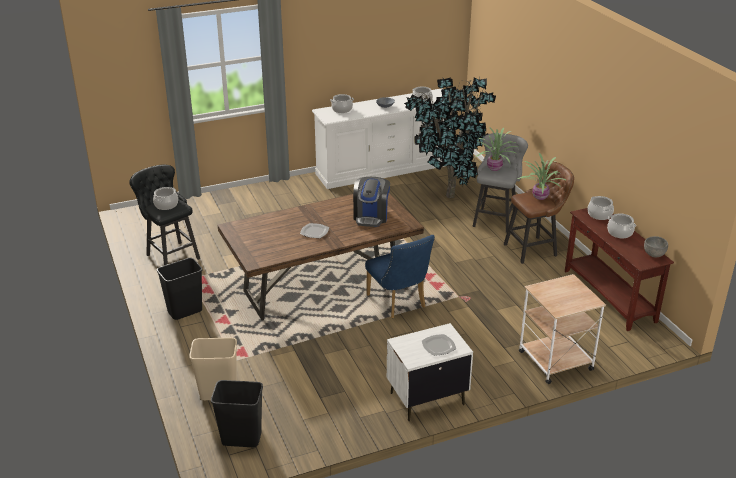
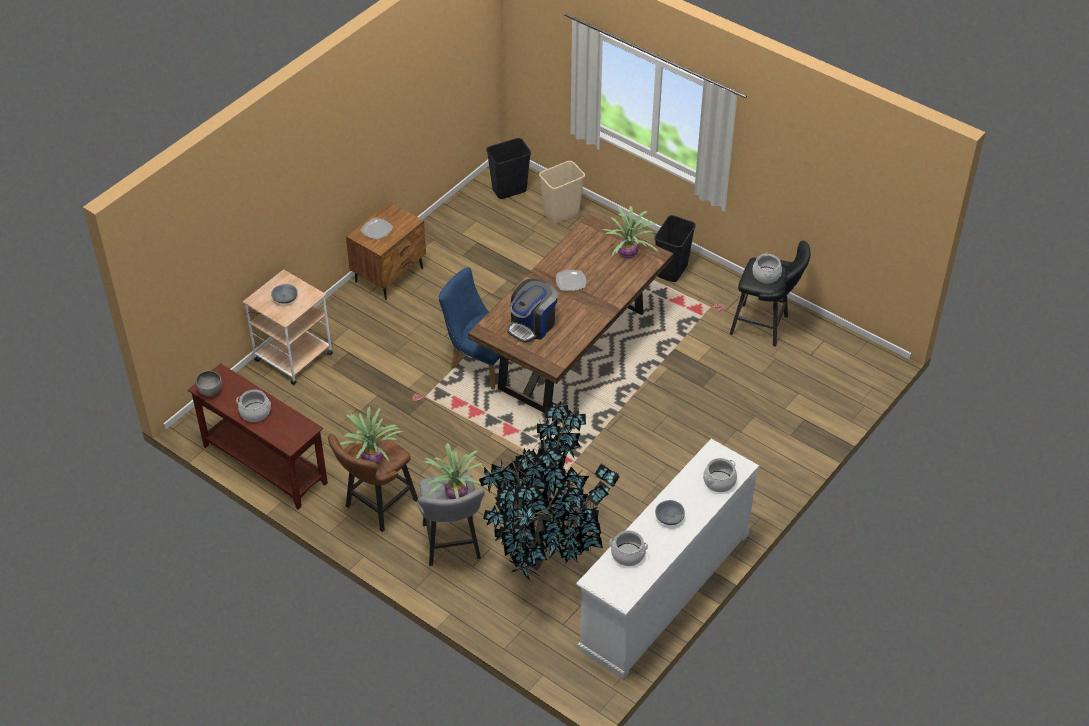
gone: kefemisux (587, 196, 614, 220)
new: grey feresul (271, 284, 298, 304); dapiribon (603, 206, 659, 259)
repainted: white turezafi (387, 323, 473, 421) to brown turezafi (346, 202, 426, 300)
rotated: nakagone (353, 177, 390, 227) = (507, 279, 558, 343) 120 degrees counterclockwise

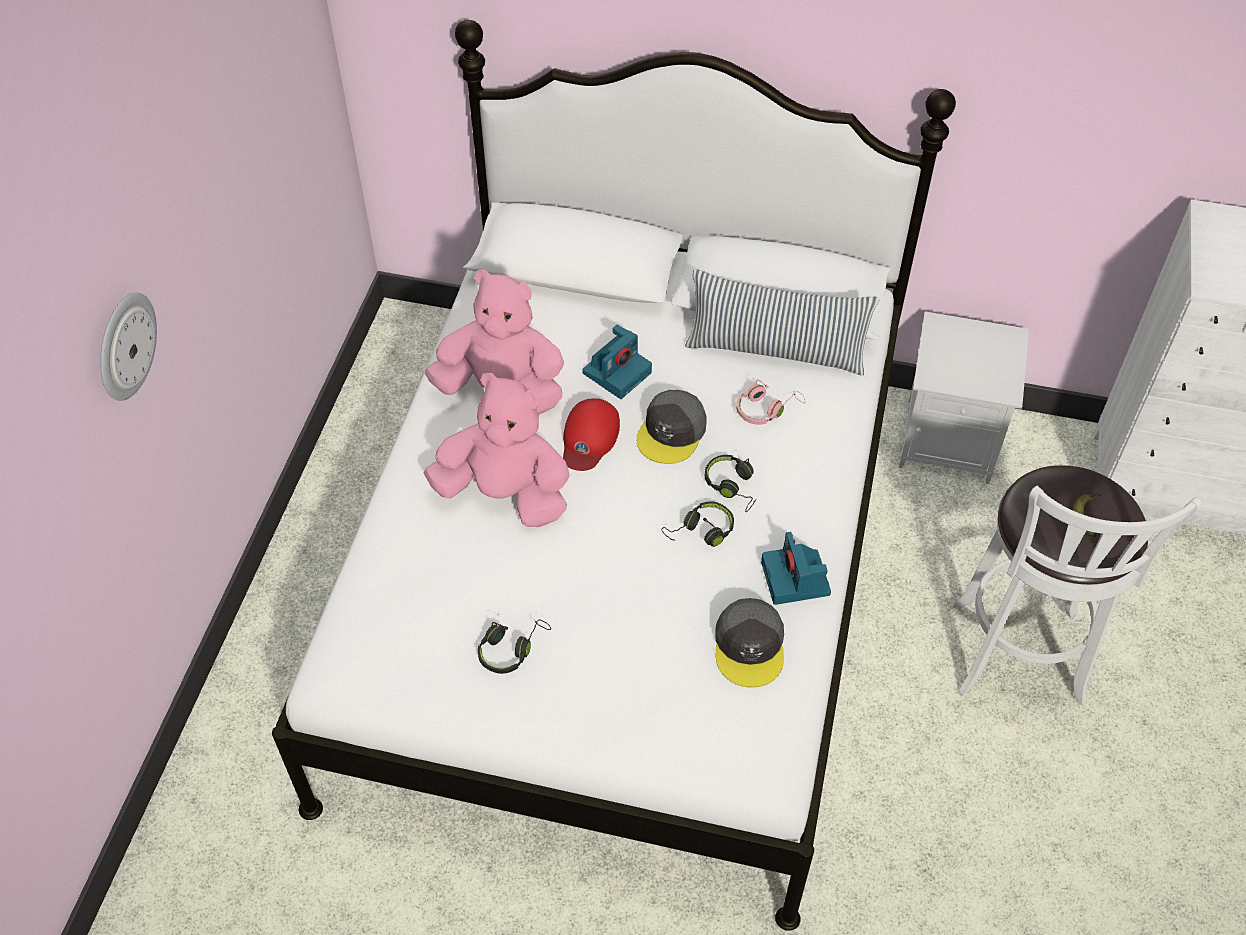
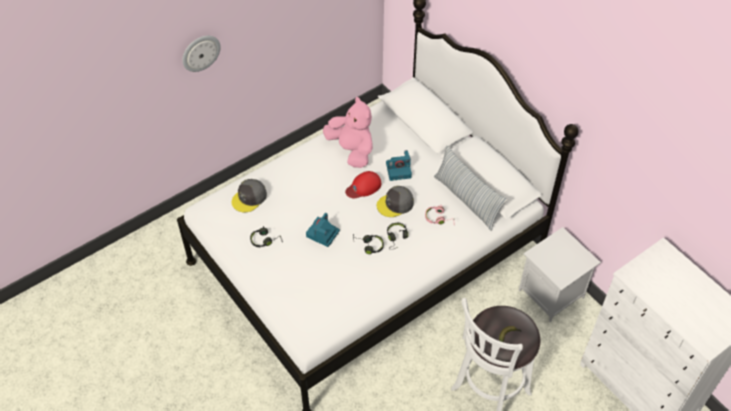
gone: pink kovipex (424, 373, 570, 527)
shifted: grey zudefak (715, 598, 784, 688) to (232, 179, 267, 212); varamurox (761, 532, 831, 605) to (306, 213, 340, 247)

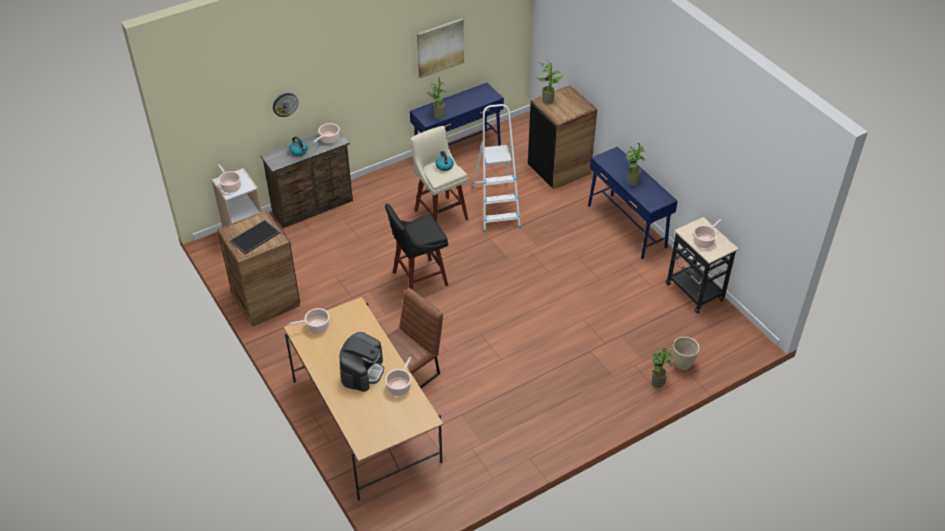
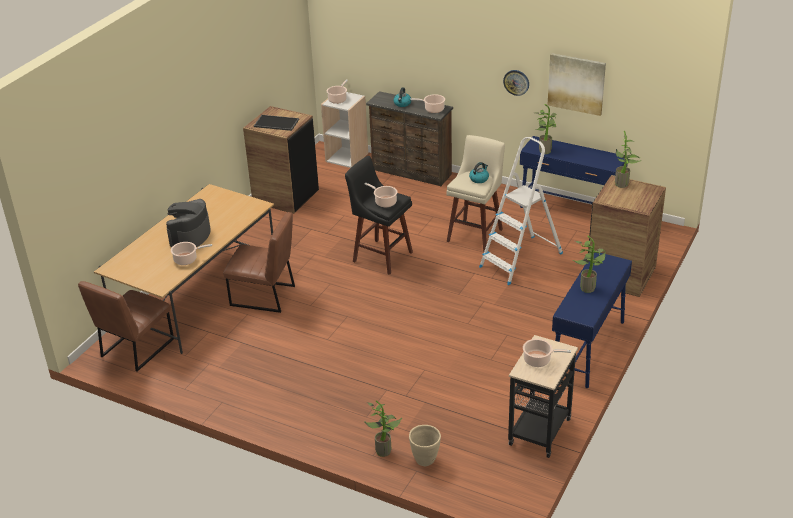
new: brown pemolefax (78, 281, 174, 372)
shifted: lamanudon (273, 93, 298, 117) to (503, 70, 529, 96); kefemisux (289, 308, 330, 333) to (364, 183, 398, 207)
rotated: nakagone (339, 332, 384, 392) = (166, 199, 211, 247) 120 degrees clockwise

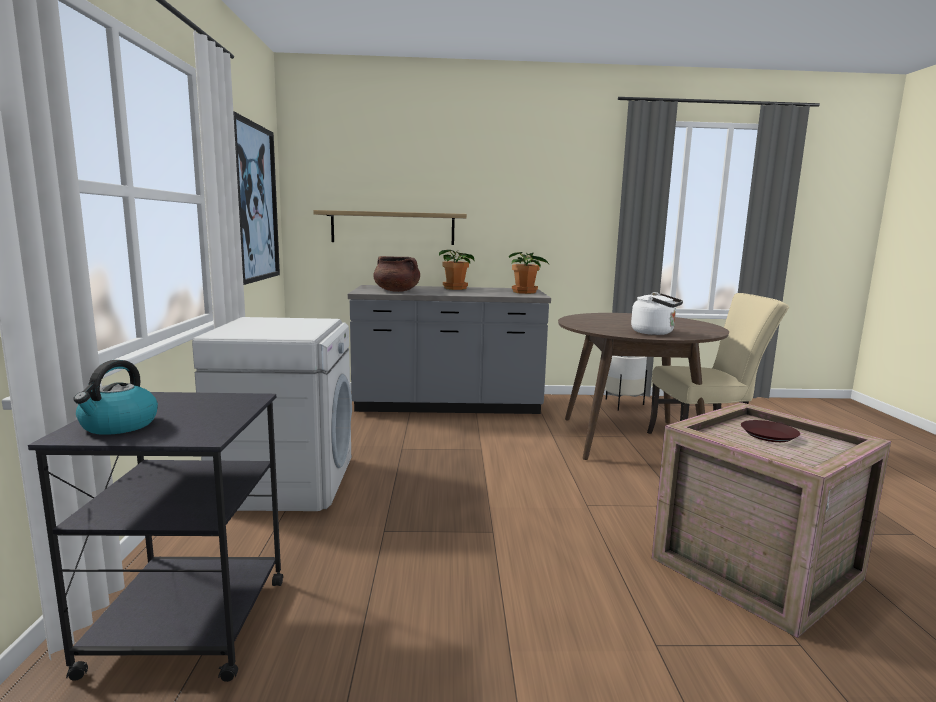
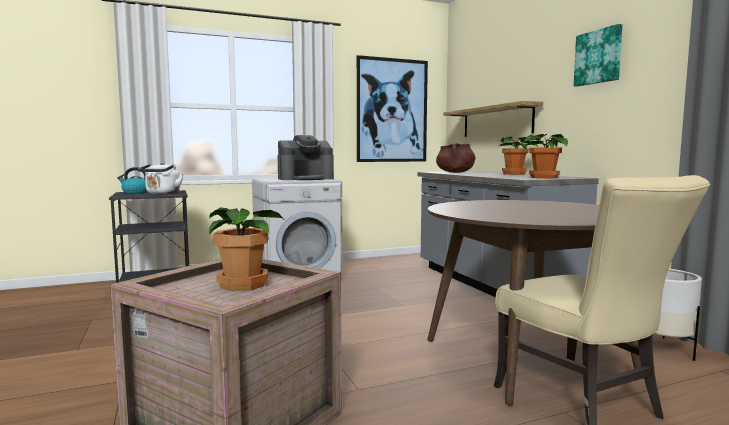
new: nakagone (277, 135, 334, 180); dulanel (574, 24, 623, 87)
shifted: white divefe (631, 292, 683, 335) to (138, 162, 183, 194)
swapped: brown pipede (741, 420, 800, 442) to dapiribon (209, 208, 285, 291)

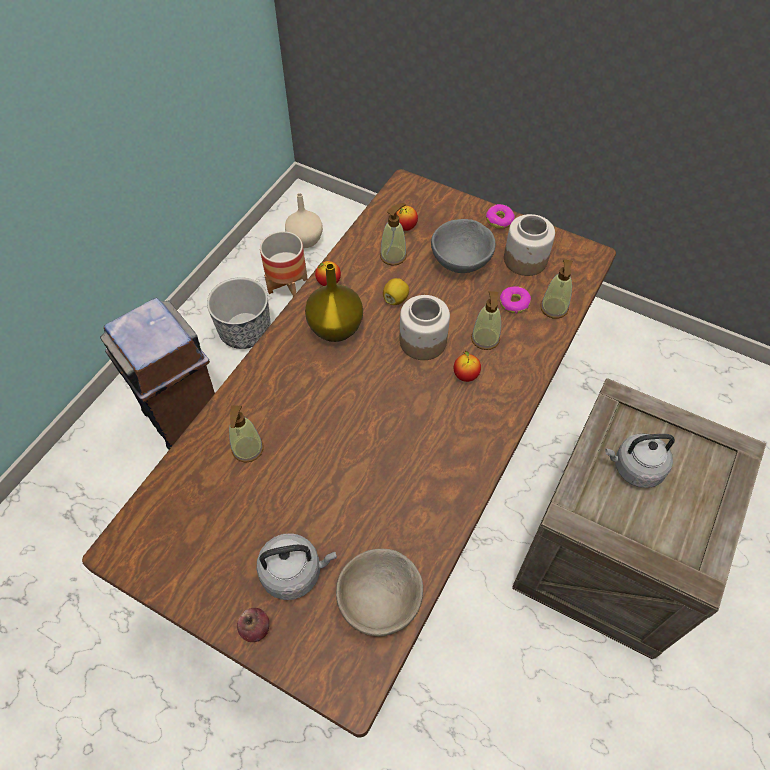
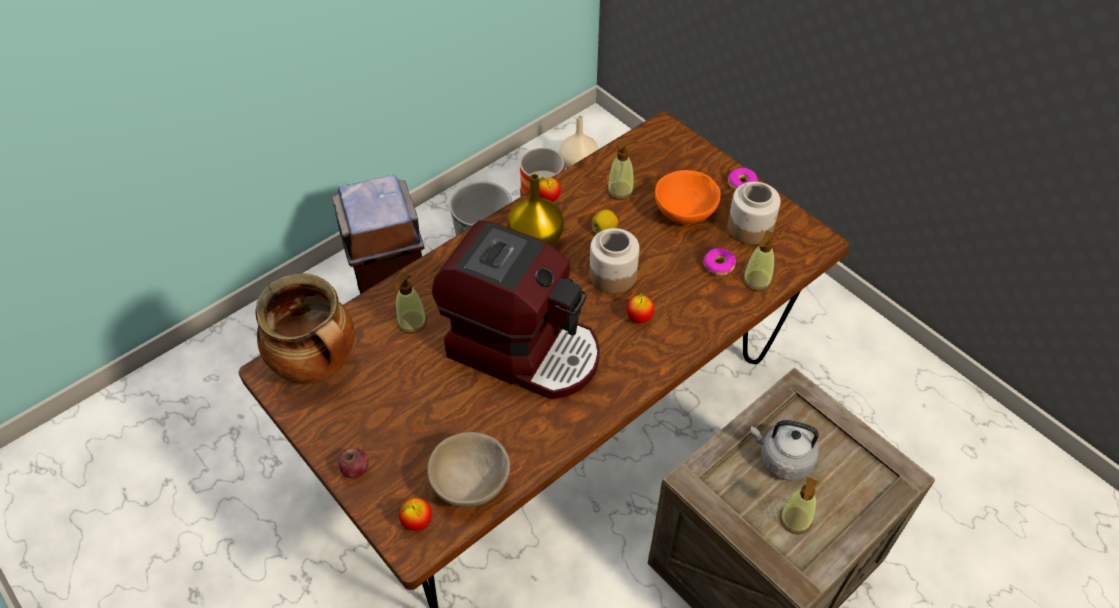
gone: grey divefe (256, 533, 337, 600)
new: kefemisux (255, 273, 355, 384); nakagone (432, 220, 600, 399)
shifted: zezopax (396, 206, 418, 231) to (399, 498, 432, 531); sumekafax (471, 291, 501, 350) to (780, 477, 818, 534)
repainted: grey feresul (431, 219, 496, 273) to orange feresul (655, 170, 721, 224)

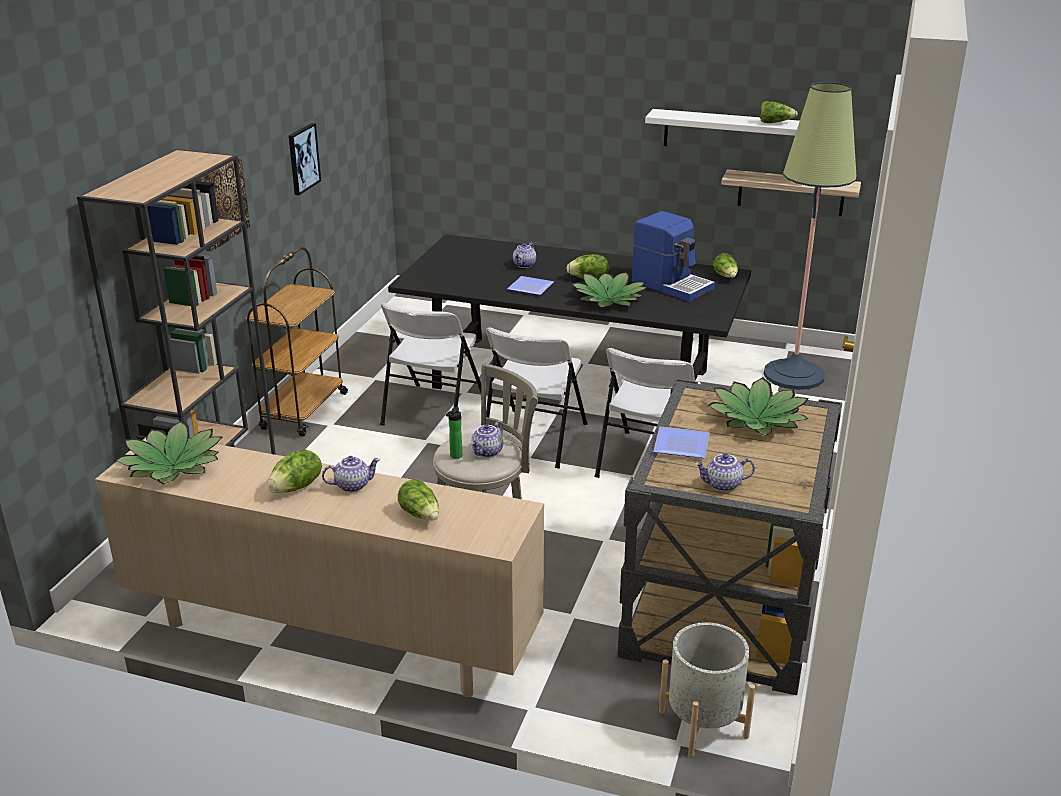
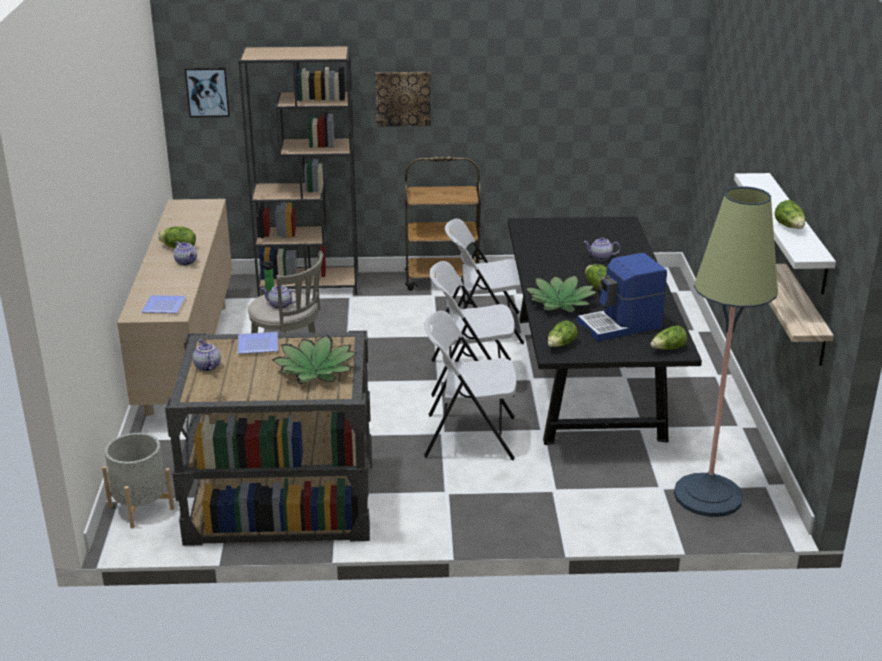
gone: dapiribon (115, 421, 222, 485)
shifted: dulanel (289, 123, 321, 195) to (185, 67, 230, 117); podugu (398, 479, 439, 520) to (548, 321, 578, 347); pipede (507, 276, 554, 295) to (141, 295, 186, 313)
rotated: nakagone (632, 211, 715, 302) = (577, 253, 667, 342) 45 degrees clockwise

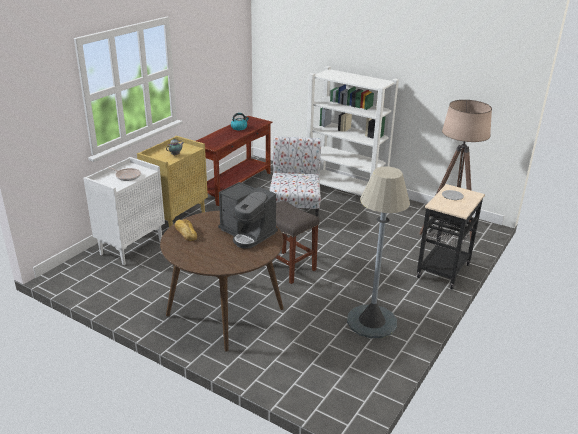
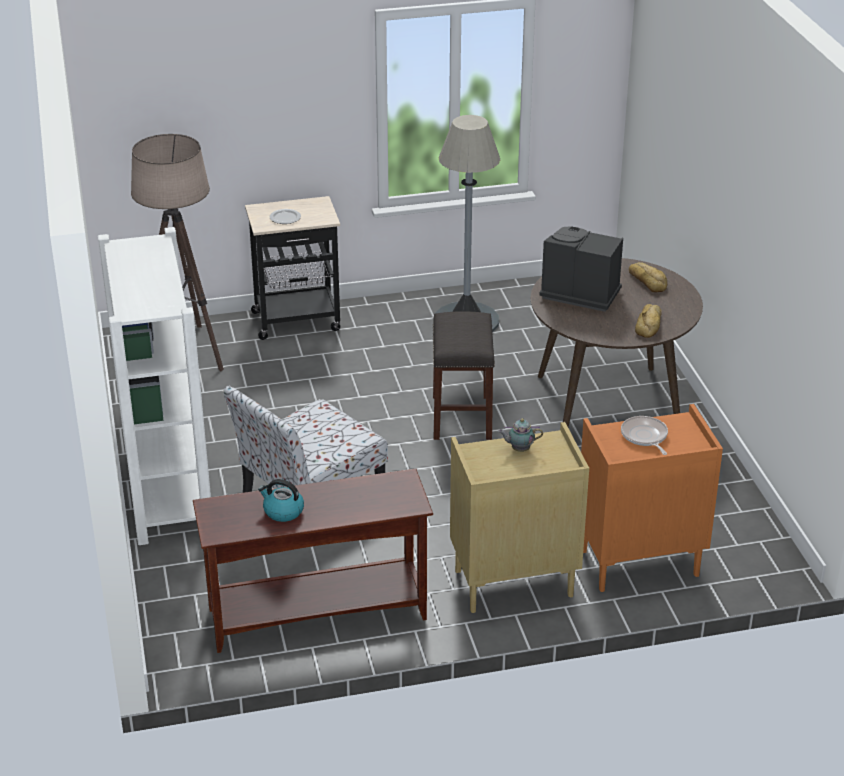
new: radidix (629, 262, 667, 292)
repainted: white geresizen (83, 157, 165, 265) to orange geresizen (581, 404, 723, 592)
rotated: nakagone (218, 182, 278, 249) = (539, 226, 623, 312) 60 degrees counterclockwise

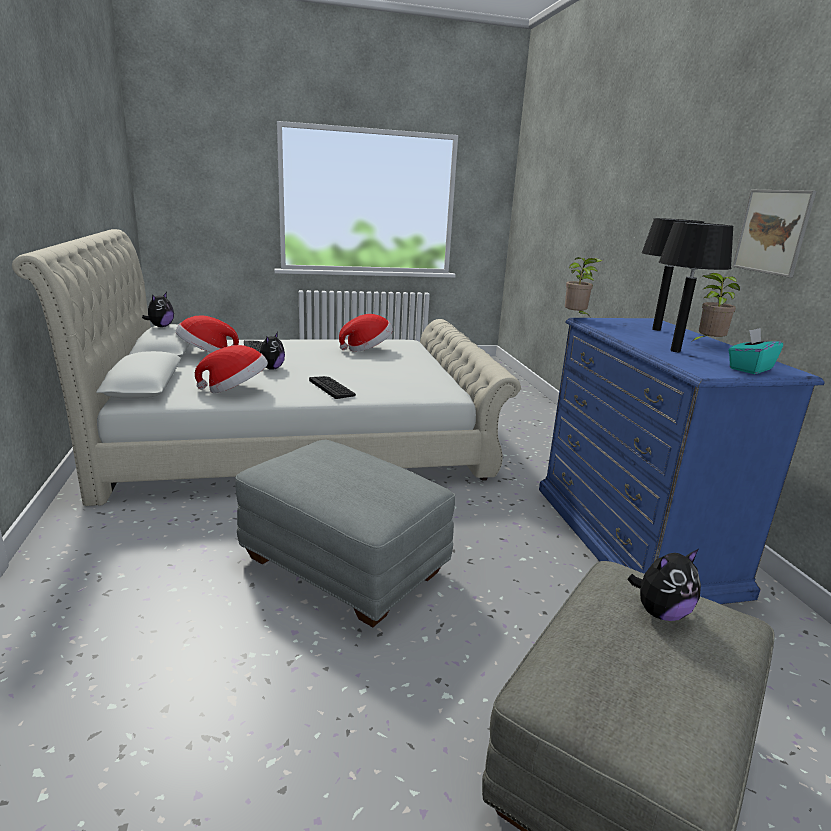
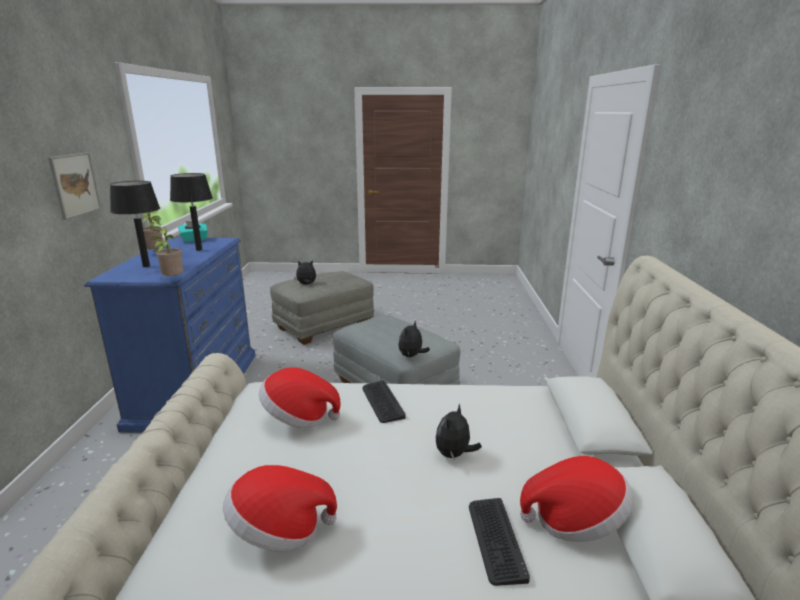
shifted: kovipex (142, 292, 174, 327) to (398, 321, 430, 357); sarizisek (195, 345, 268, 393) to (259, 367, 341, 428)

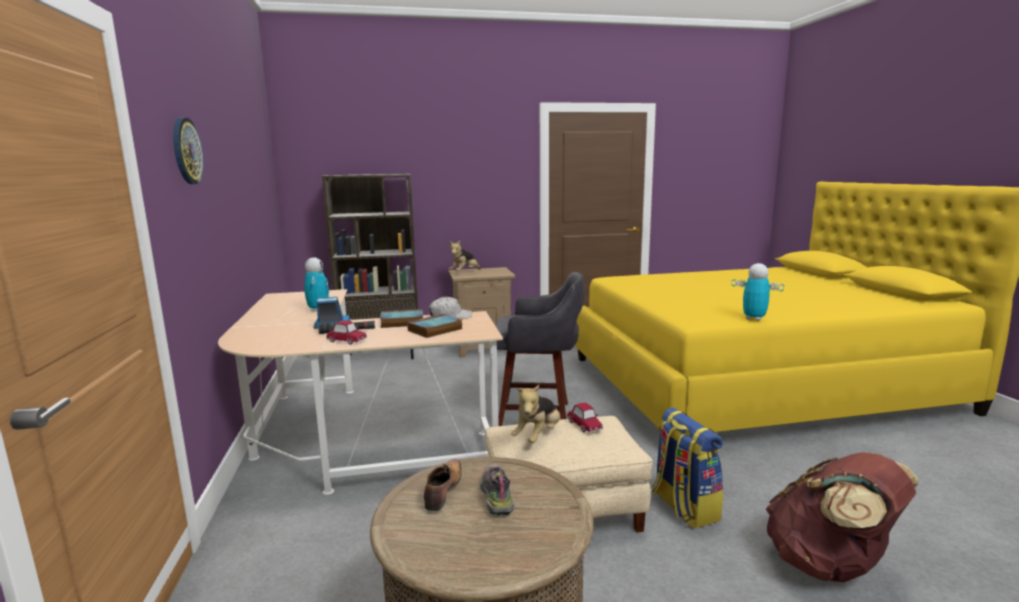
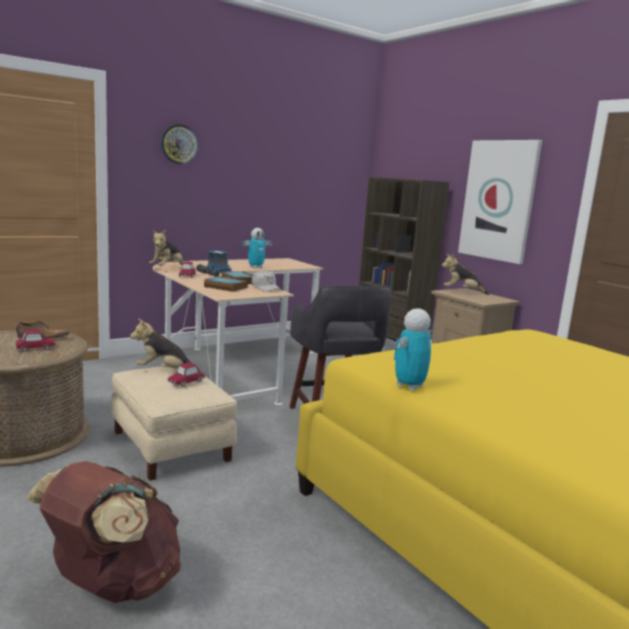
gone: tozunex (652, 408, 723, 528)
new: kovipex (149, 230, 184, 266); dulanel (458, 140, 542, 264)
swapped: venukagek (480, 464, 514, 516) to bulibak (15, 330, 56, 352)
rotated: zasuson (731, 263, 784, 321) = (394, 308, 433, 390) 150 degrees counterclockwise

